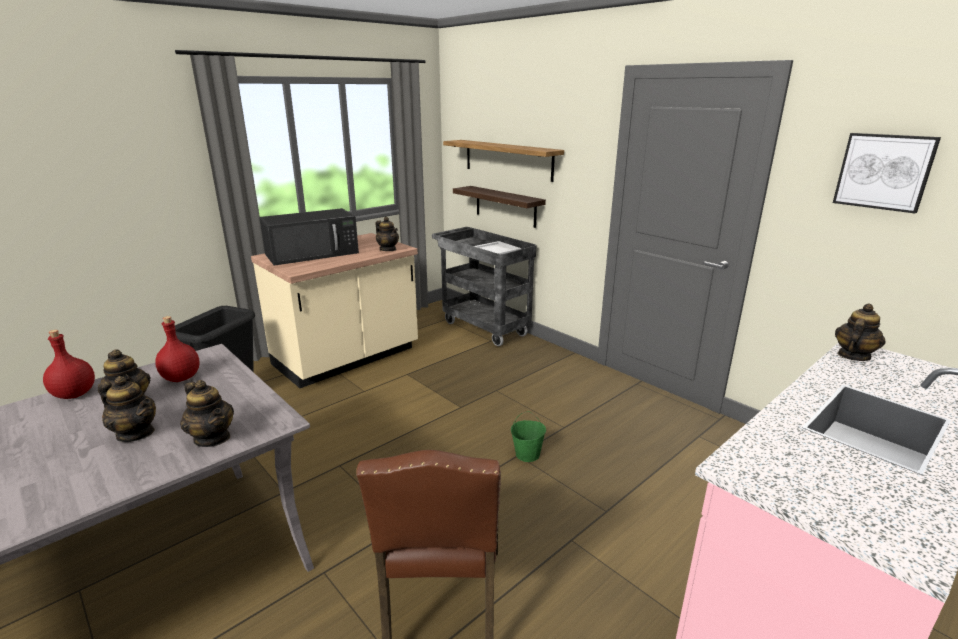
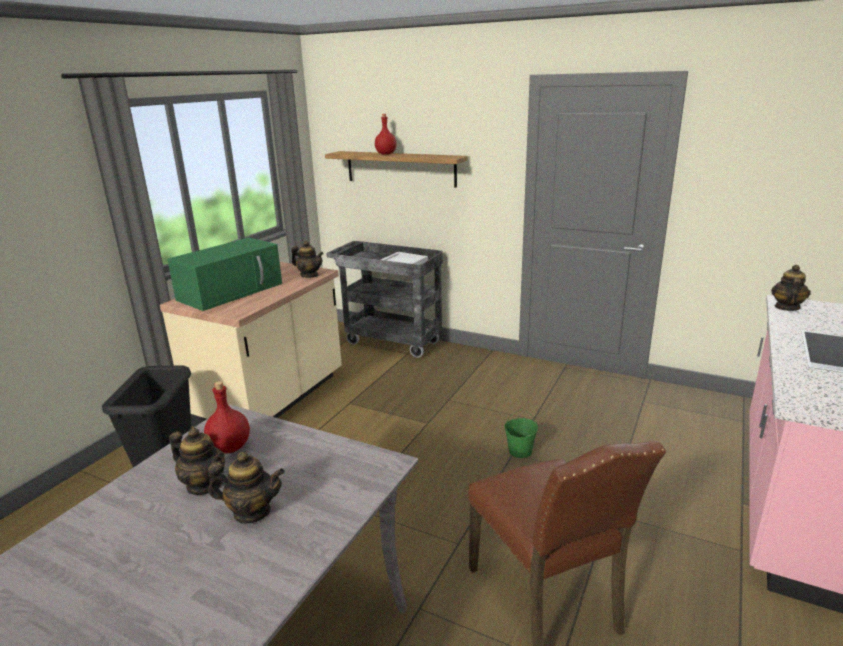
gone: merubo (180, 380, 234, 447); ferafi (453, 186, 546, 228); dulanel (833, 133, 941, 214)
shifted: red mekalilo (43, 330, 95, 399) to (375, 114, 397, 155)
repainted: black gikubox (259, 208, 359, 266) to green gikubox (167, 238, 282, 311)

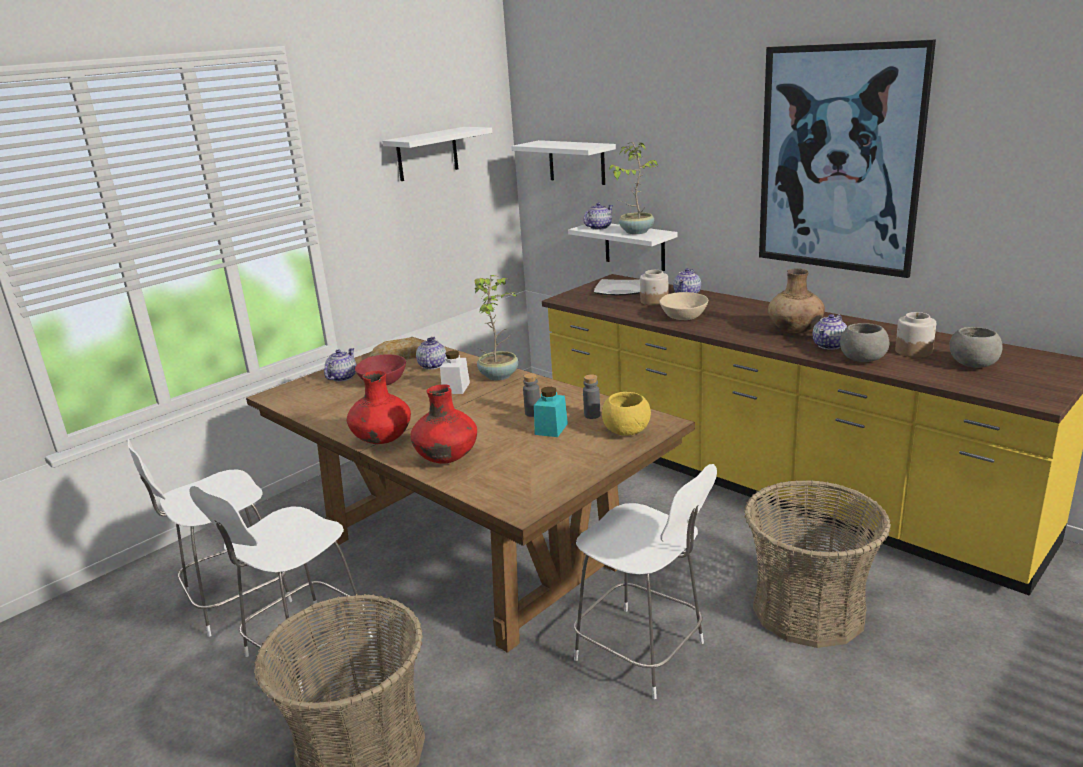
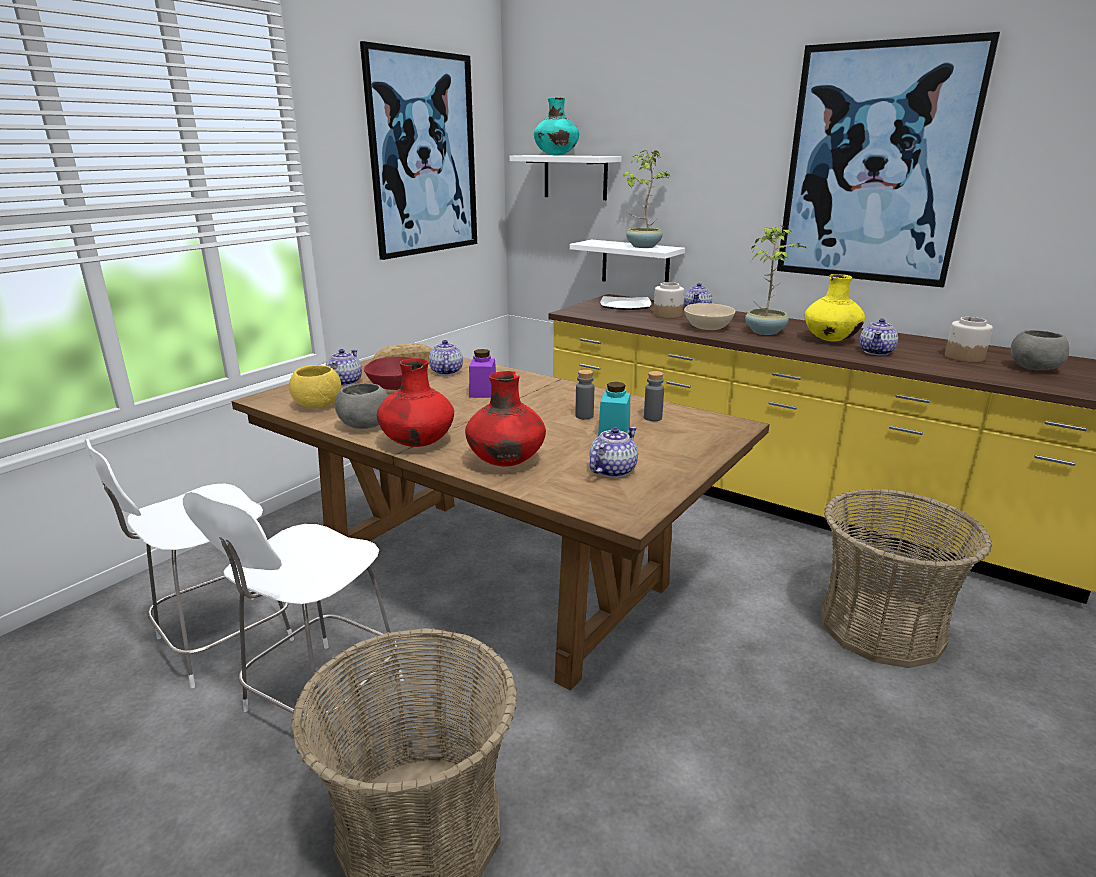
gone: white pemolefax (574, 464, 717, 699)
new: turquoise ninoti (534, 97, 579, 156)
shifted: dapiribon (475, 275, 519, 380) to (745, 225, 806, 335); merubo (583, 202, 613, 230) to (590, 426, 638, 478); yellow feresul (602, 392, 651, 436) to (289, 365, 341, 408); grey feresul (840, 323, 889, 362) to (335, 383, 388, 429)
swapped: white ferafi (382, 127, 492, 181) to dulanel (360, 41, 477, 260)
repainted: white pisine (440, 350, 470, 394) to purple pisine (469, 349, 496, 398); brown ninoti (768, 268, 825, 333) to yellow ninoti (804, 274, 865, 342)

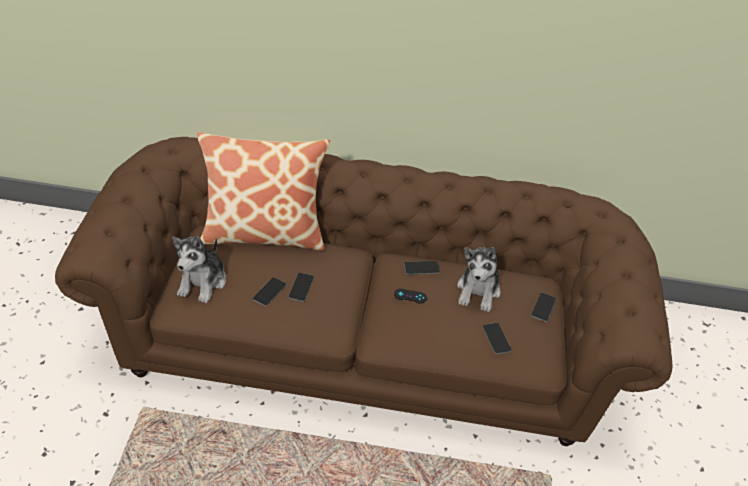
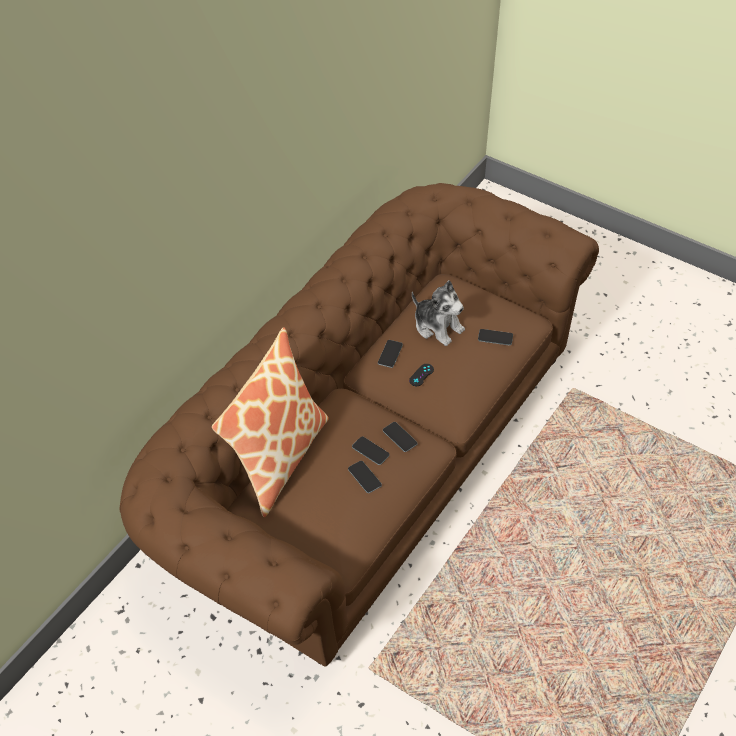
gone: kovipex (172, 236, 226, 303)
shifted: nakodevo (531, 293, 556, 322) to (383, 422, 417, 452)

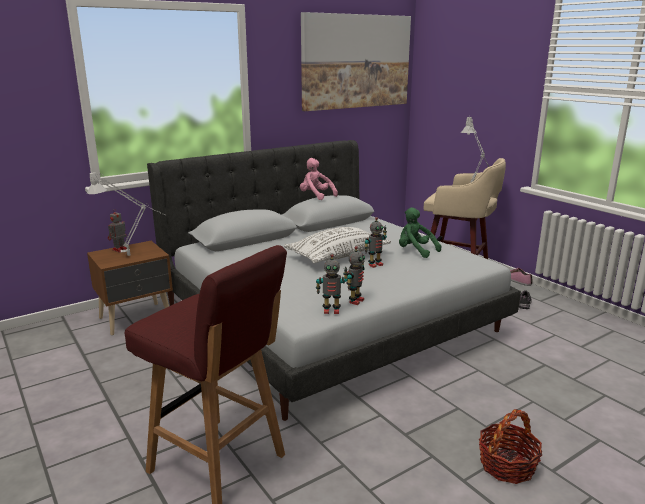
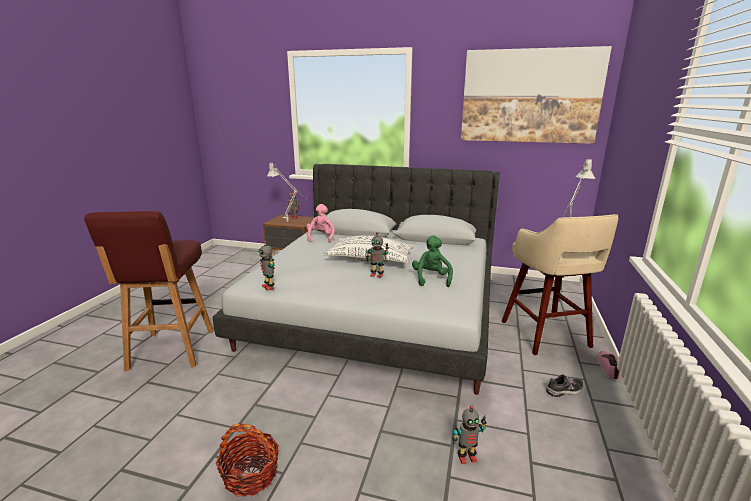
shifted: pink kovipex (300, 158, 338, 200) to (306, 204, 335, 243); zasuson (346, 246, 365, 305) to (452, 406, 486, 464)

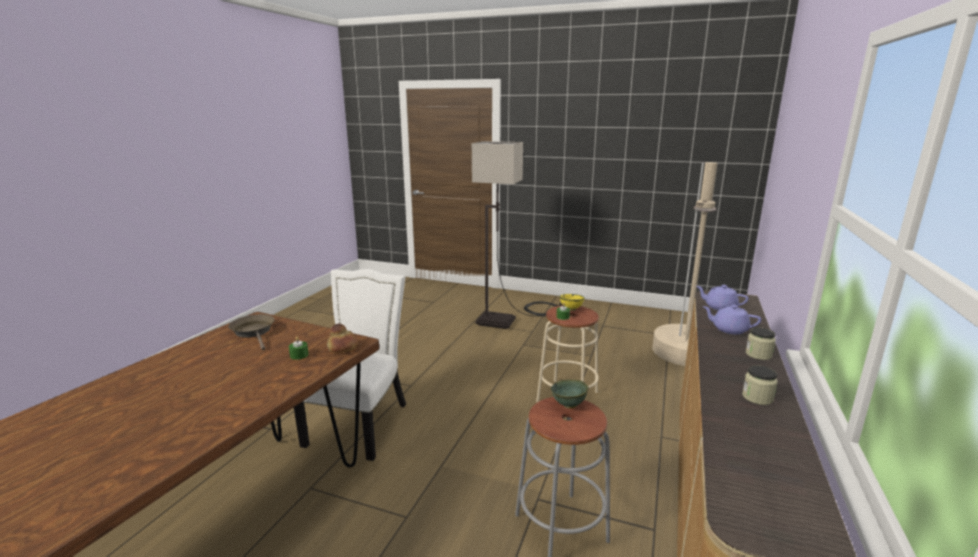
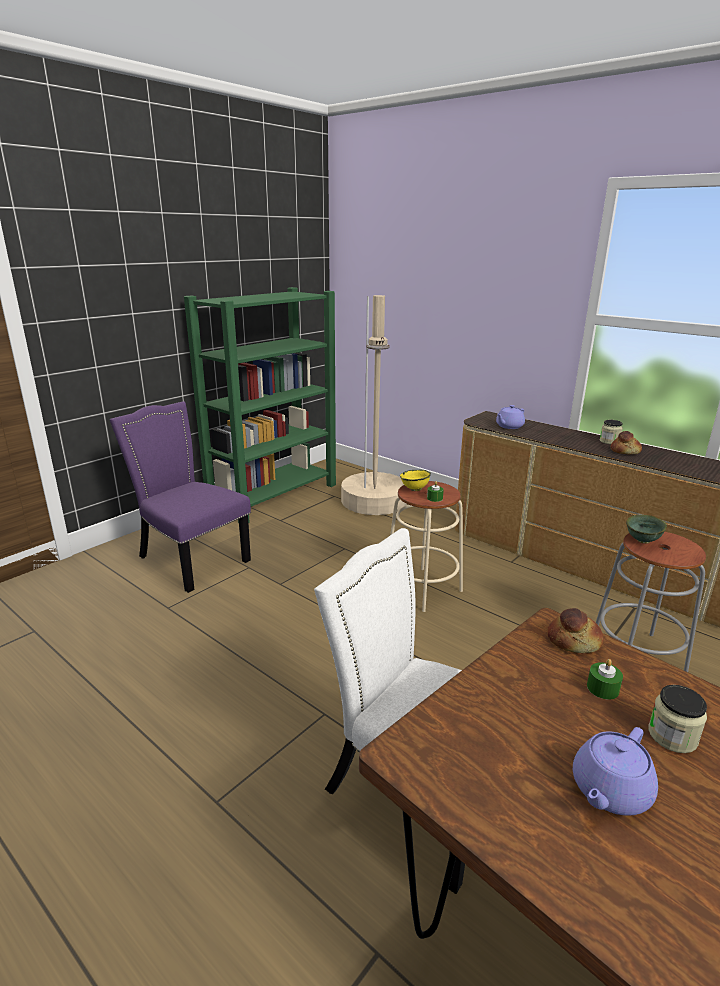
gone: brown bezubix (228, 314, 275, 350)
new: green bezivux (184, 287, 336, 523); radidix (611, 431, 642, 455)
shifted: purple merubo (702, 305, 761, 334) to (573, 727, 658, 816); pisine (742, 365, 778, 405) to (648, 685, 707, 753)
swapped: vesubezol (472, 141, 562, 329) to purple pemolefax (110, 401, 251, 593)

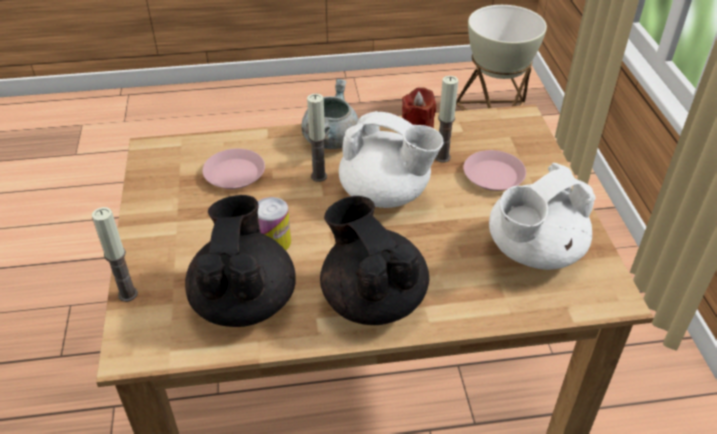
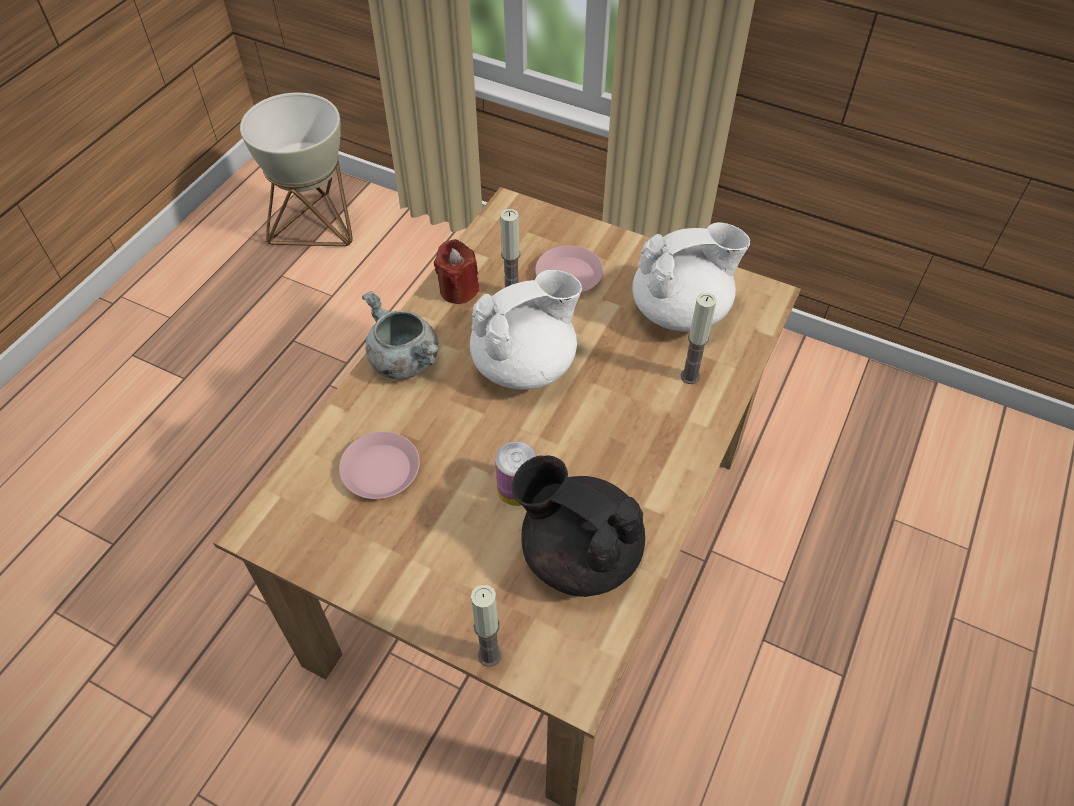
gone: black merubo (320, 196, 429, 325)
shifted: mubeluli (307, 94, 327, 182) to (681, 293, 717, 384)
rotated: white merubo (489, 163, 596, 270) = (633, 222, 750, 332) 105 degrees counterclockwise

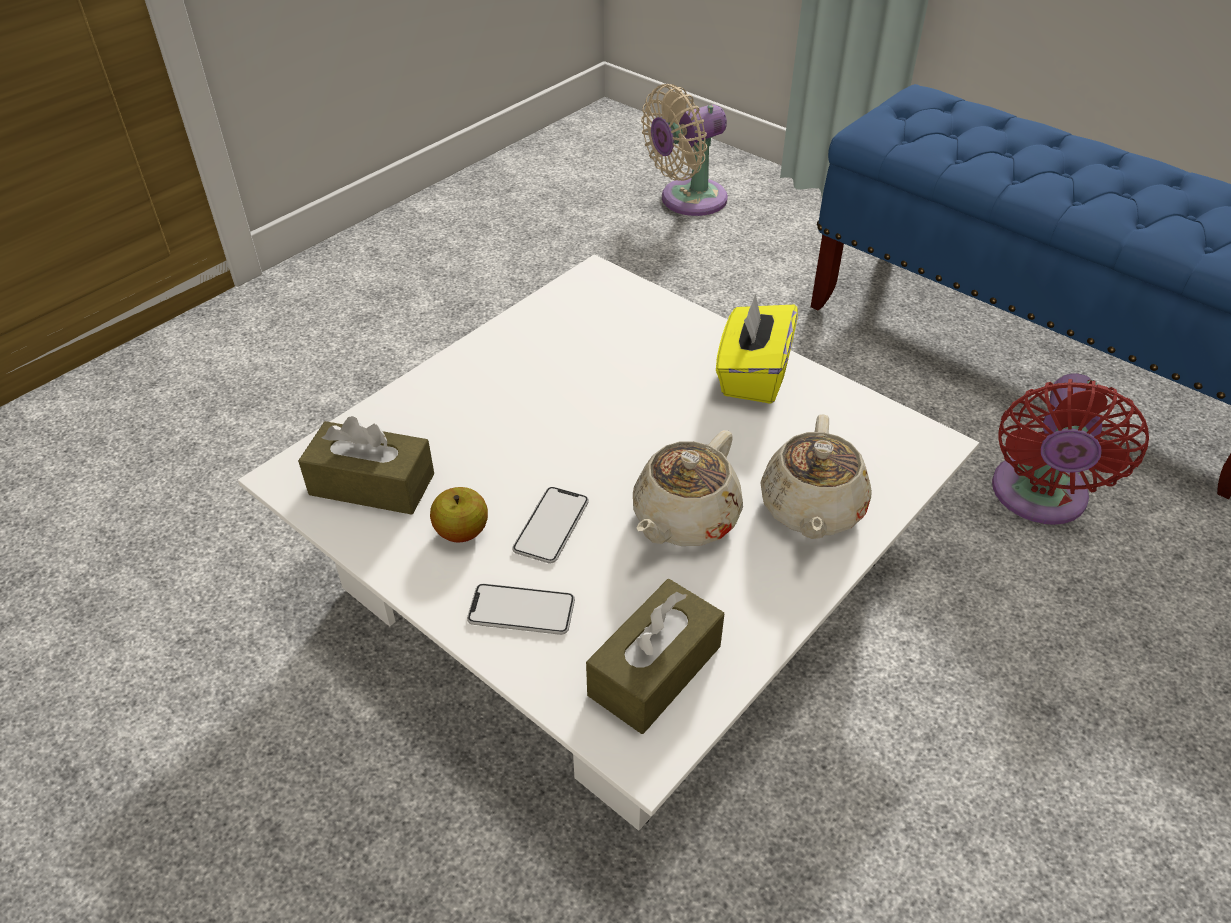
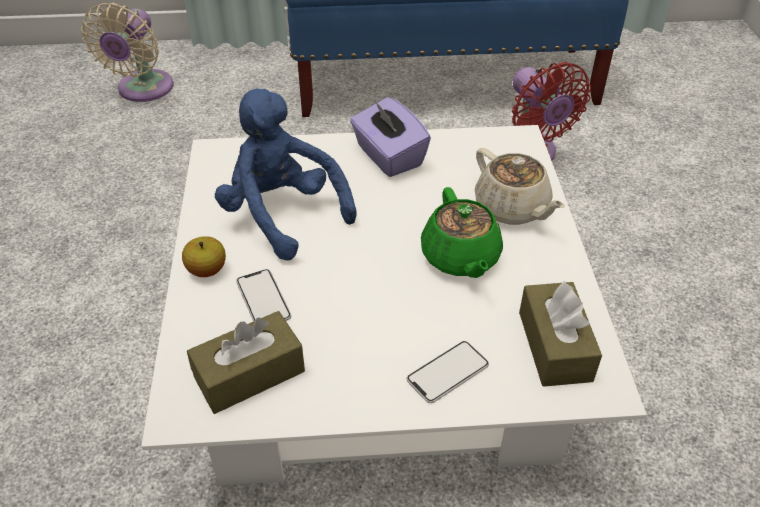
new: blue kovipex (215, 88, 356, 261)
shifted: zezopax (430, 487, 488, 542) to (182, 236, 226, 277); nakodevo (512, 487, 589, 563) to (236, 269, 291, 322)
repainted: beige merubo (633, 430, 743, 546) to green merubo (421, 187, 503, 278); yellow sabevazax (716, 294, 798, 404) to purple sabevazax (350, 97, 431, 177)

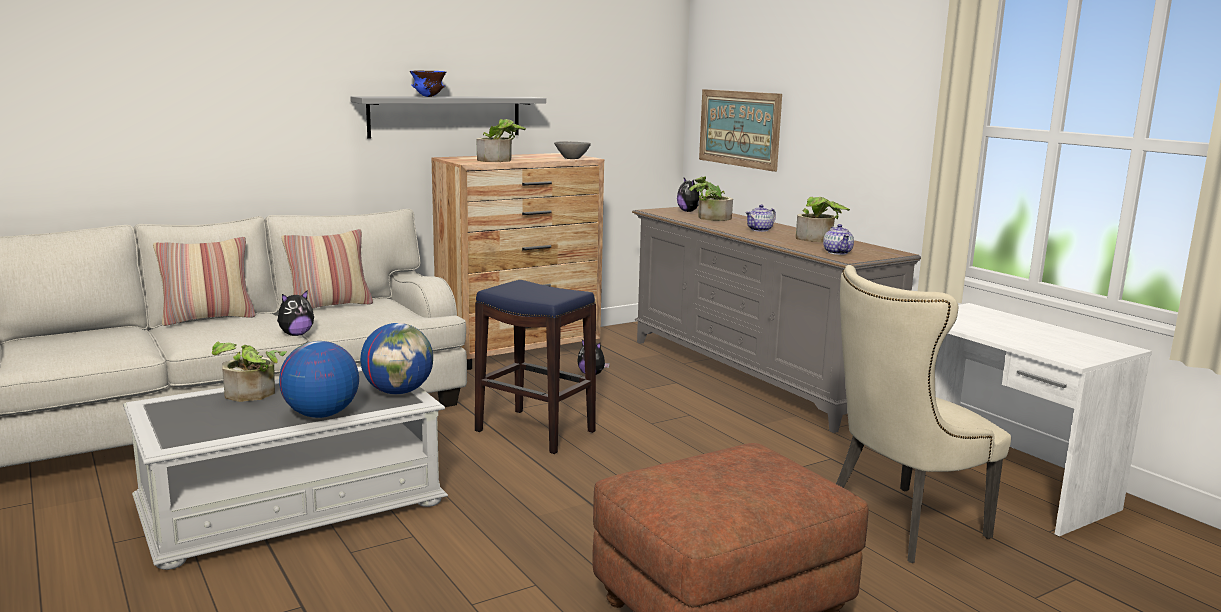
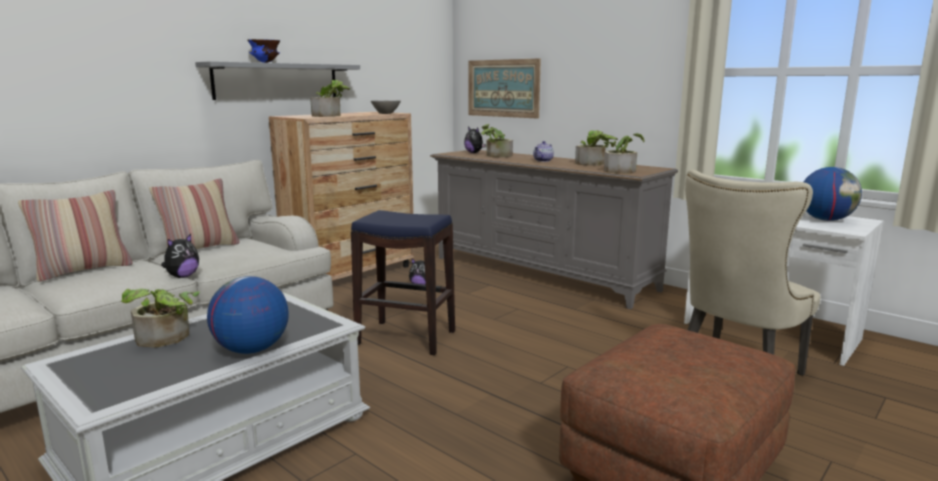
shifted: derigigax (360, 323, 433, 394) to (804, 167, 862, 221)
swapped: merubo (823, 224, 854, 255) to dapiribon (604, 133, 644, 174)

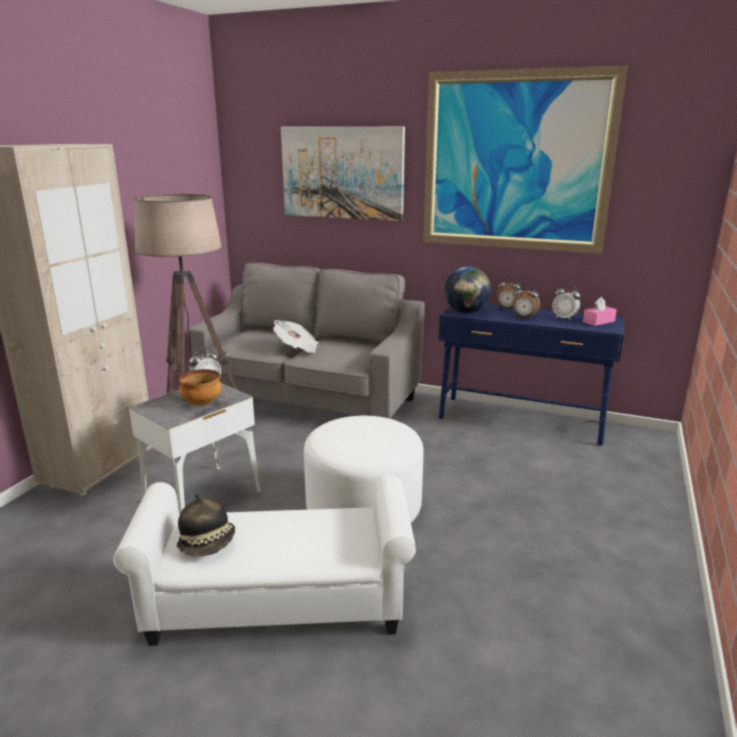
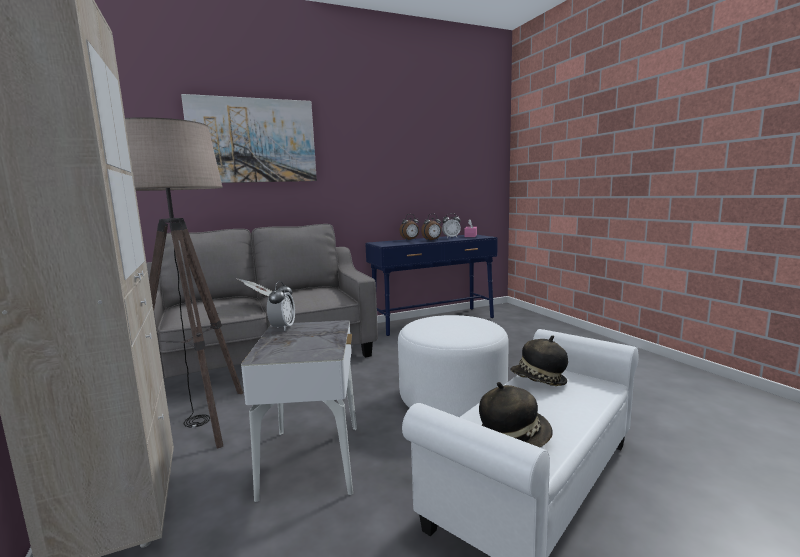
gone: feresul (178, 369, 222, 406); dulanel (423, 66, 627, 254); derigigax (444, 267, 491, 313)
new: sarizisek (510, 335, 568, 386)

